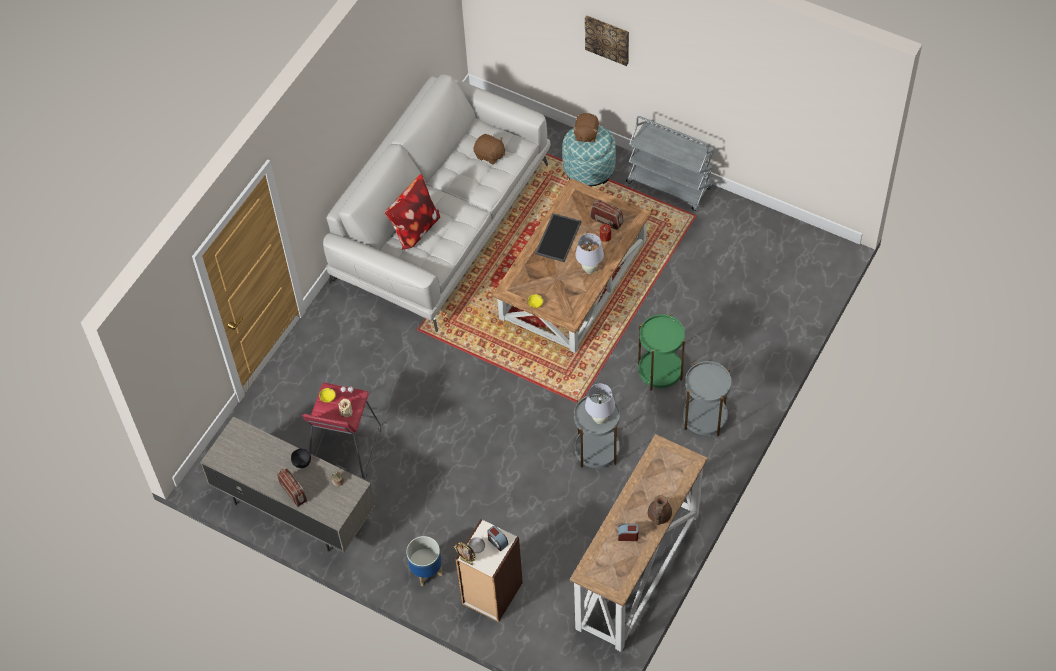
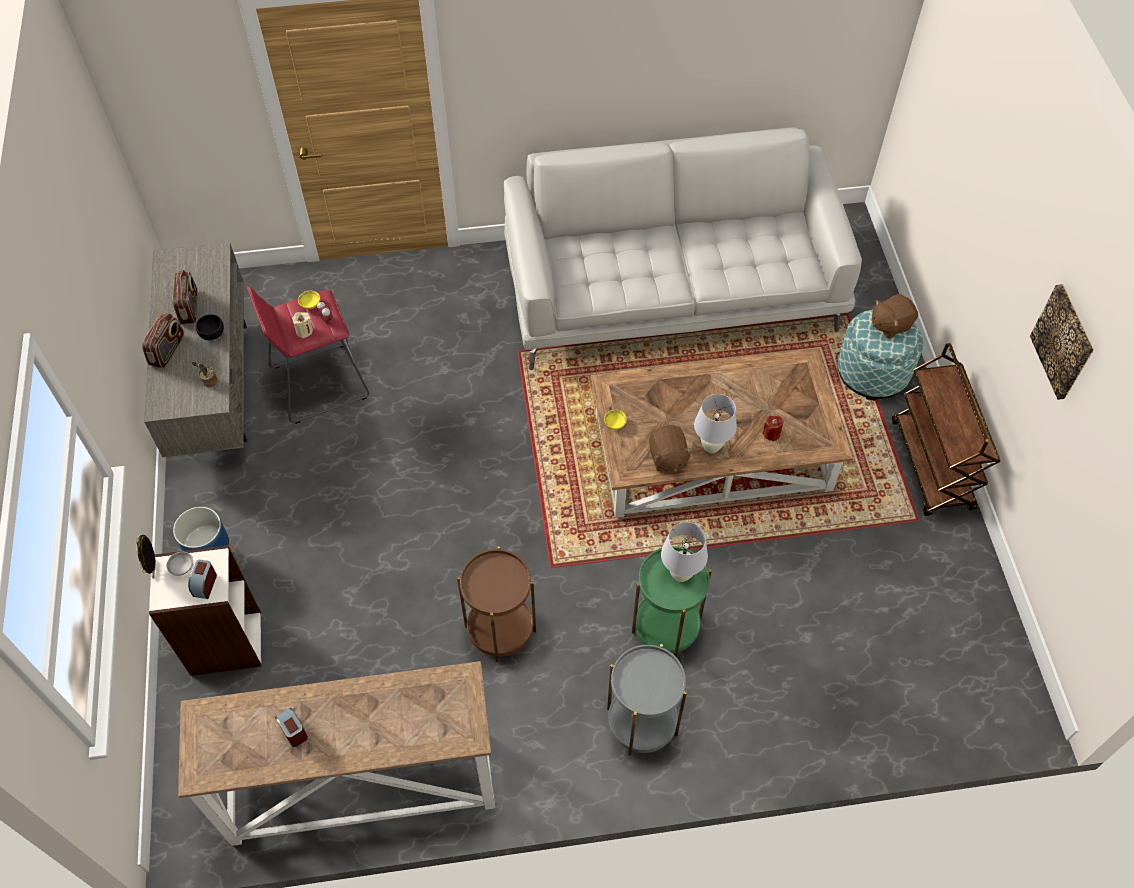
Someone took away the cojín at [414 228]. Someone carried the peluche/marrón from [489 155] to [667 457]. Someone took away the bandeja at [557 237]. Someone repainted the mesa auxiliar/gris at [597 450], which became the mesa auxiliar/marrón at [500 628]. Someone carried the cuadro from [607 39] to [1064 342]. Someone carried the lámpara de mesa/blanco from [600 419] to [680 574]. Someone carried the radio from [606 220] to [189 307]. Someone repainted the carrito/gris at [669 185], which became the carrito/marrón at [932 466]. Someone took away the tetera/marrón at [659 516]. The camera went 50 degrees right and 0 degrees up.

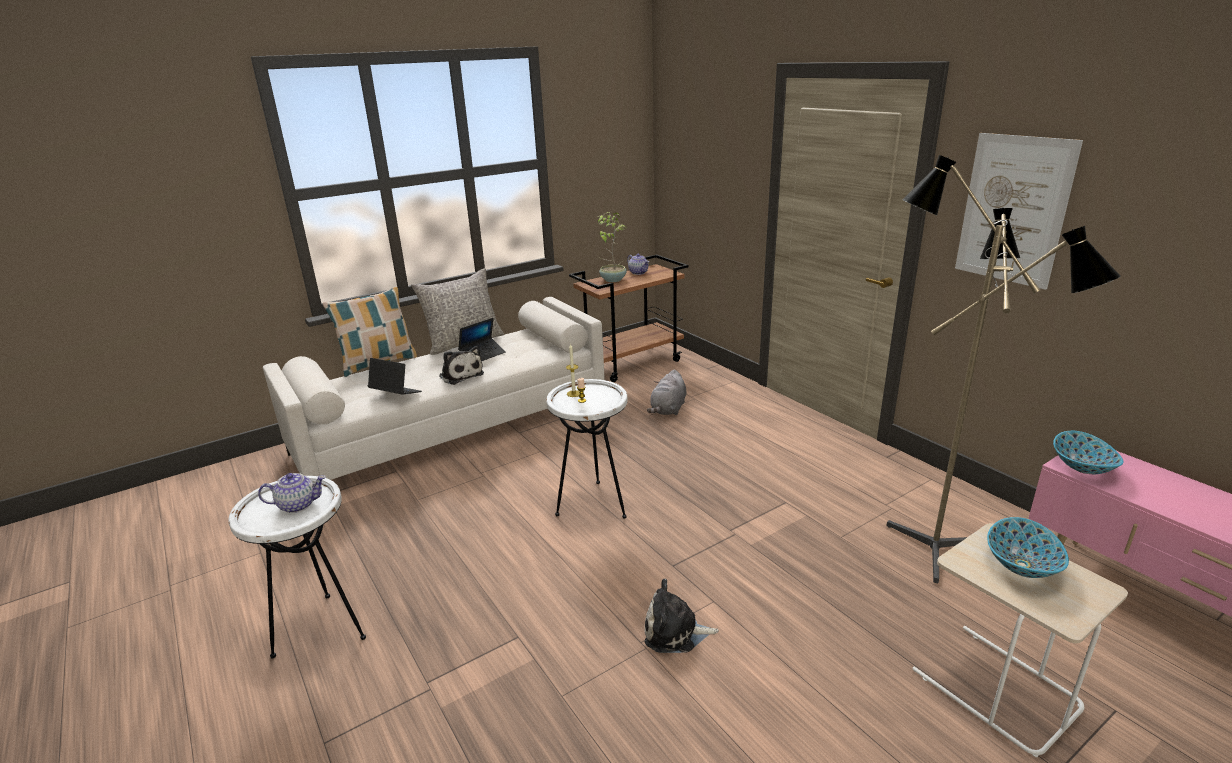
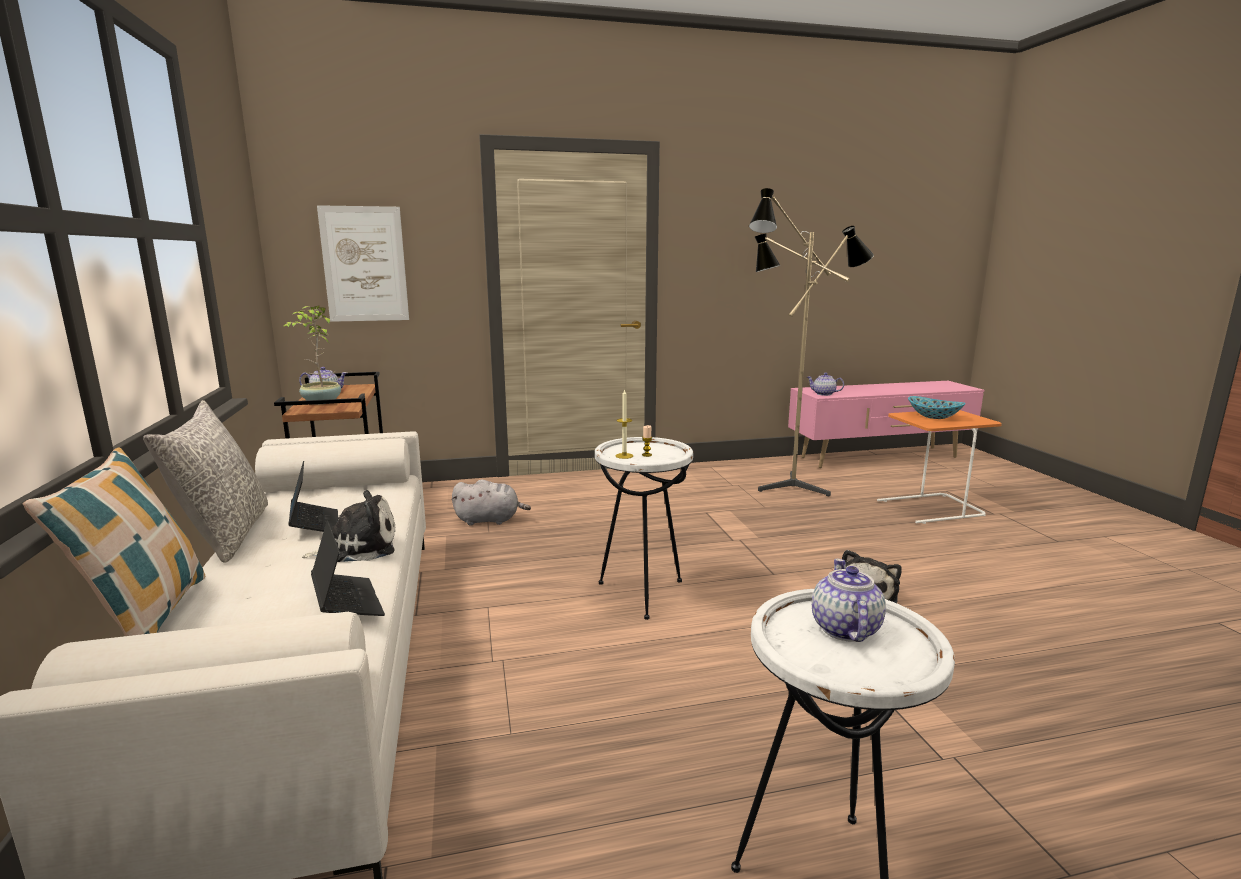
Someone rotated the portátil at [395 394] by 105 degrees clockwise. Someone rotated the peluche/gris at [668 409] by 45 degrees counterclockwise. Someone repainted the mesa auxiliar/beis at [994 687], which became the mesa auxiliar/naranja at [930 509]. Someone carried the cuadro from [1013 210] to [364 264]. Someone swapped the cuenco at [1082 467] for the tetera at [823 394]. The camera went 70 degrees left and 10 degrees down.

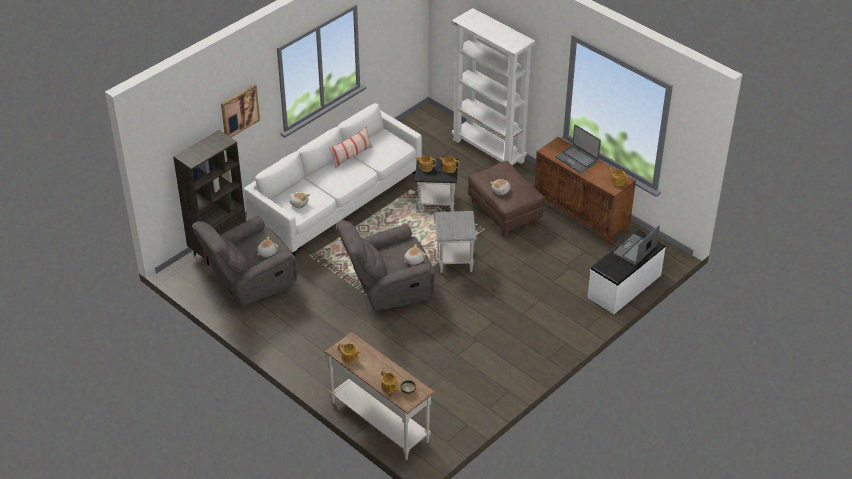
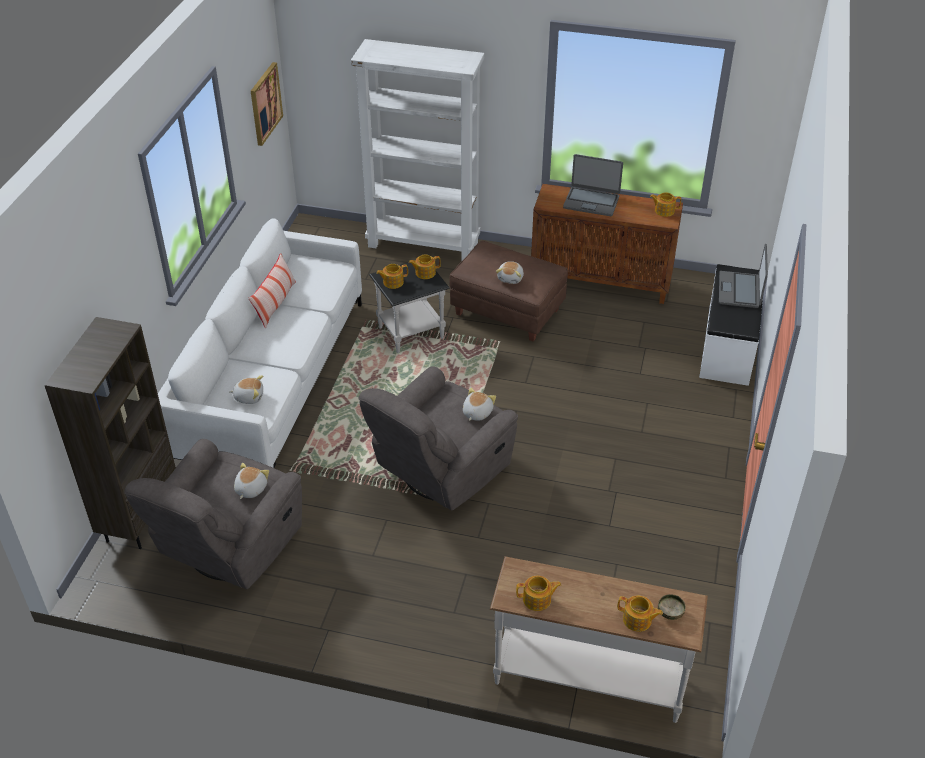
Someone carried the cuadro from [239 111] to [265 103]. Someone took away the mesa auxiliar/gris at [455 260]. The camera went 30 degrees left and 0 degrees up.

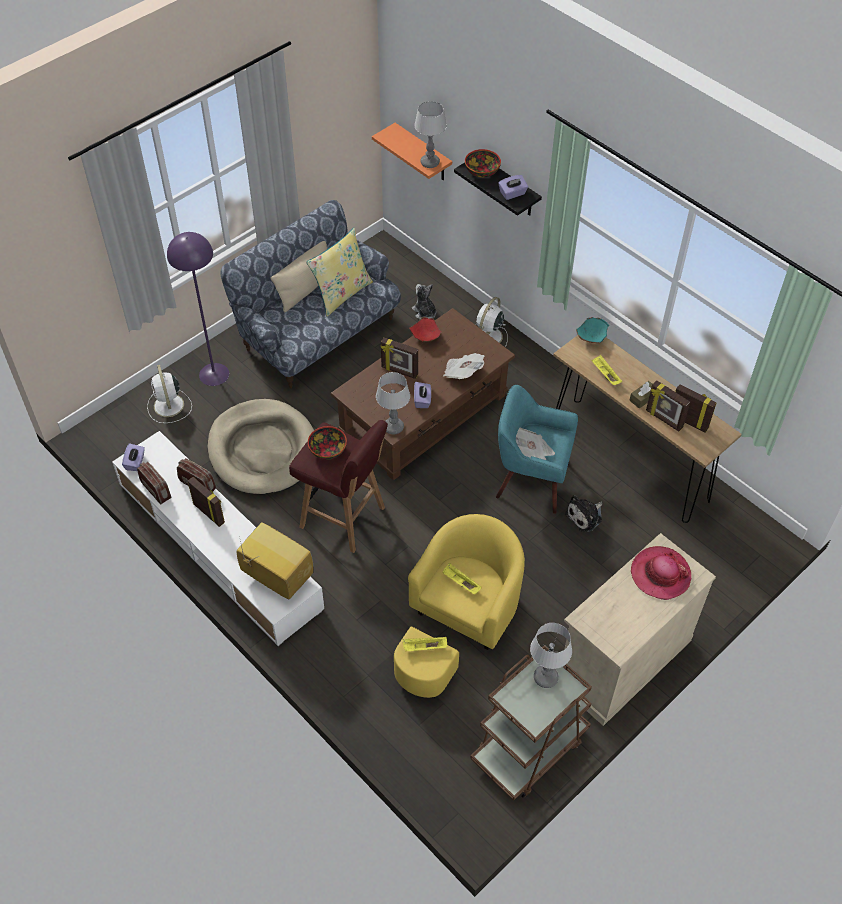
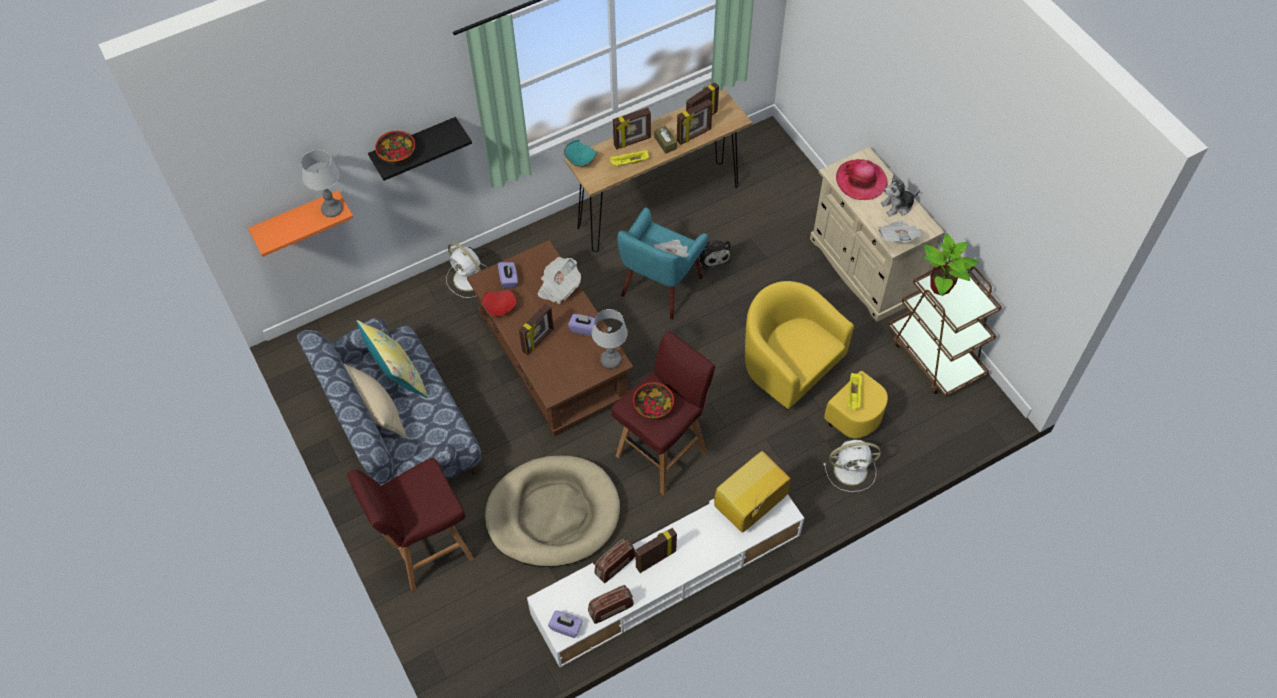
Someone carried the ventilador/blanco from [169 406] to [852 470]. Someone swapped the lámpara de pie/morado at [214 374] for the taburete/rojo at [426 548]. Someone carried the peluche from [424 312] to [897 206]. Someone took away the bandeja/amarillo at [460 583]. Someone carried the caja de pañuelos/morado from [512 194] to [508 279]. Someone swapped the lámpara de mesa at [545 677] for the planta en maceta at [941 287]. Someone put down the portarretratos at [632 142]. Someone put down the periódico at [897 238]. The camera went 75 degrees left and 5 degrees up.

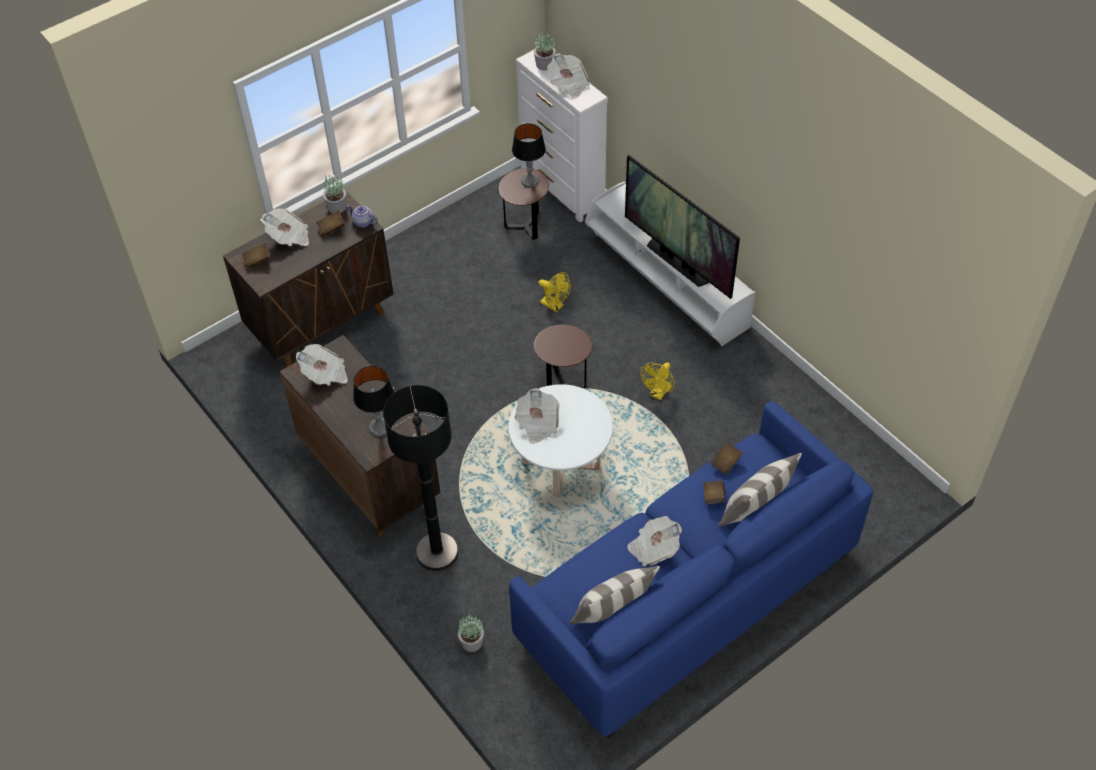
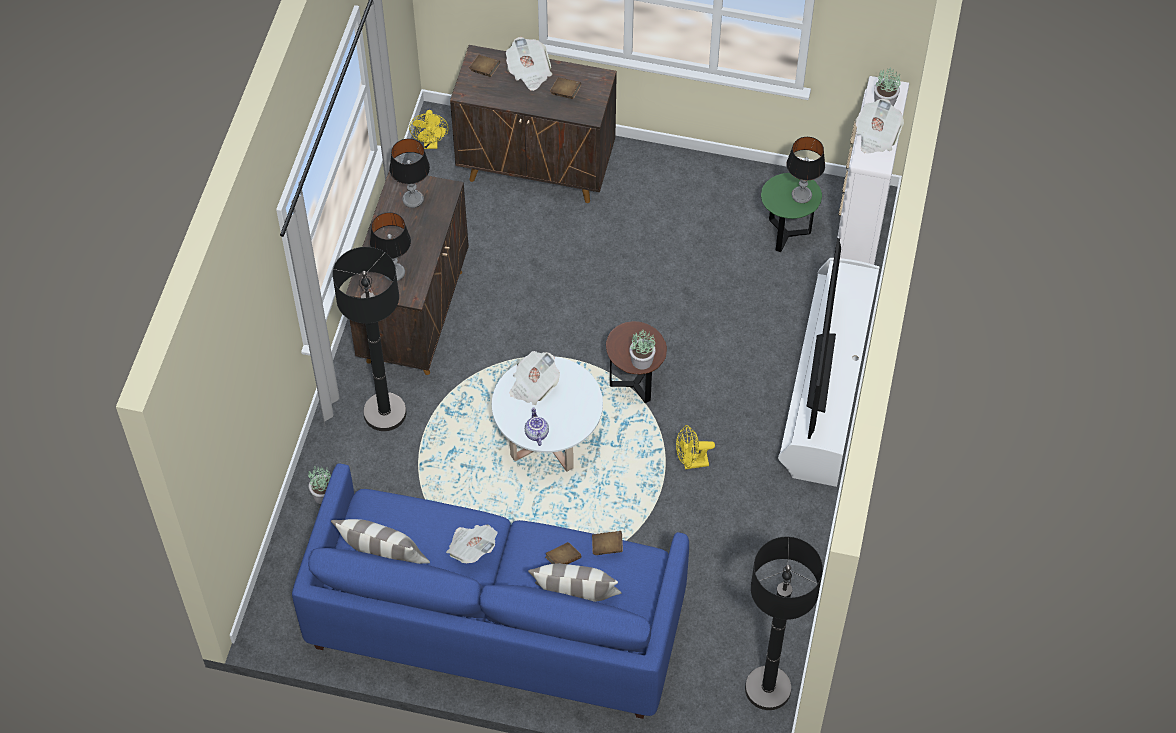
Someone swapped the periódico at [325 374] for the lámpara de mesa at [413 199]. Someone carried the planta en maceta from [336 207] to [641 361]. Someone carried the tetera from [363 222] to [536 433]. Someone repainted the mesa auxiliar/marrón at [525 227], which became the mesa auxiliar/verde at [786 234]. Someone carried the ventilador/amarillo from [555 306] to [431 143]. Someone put down the lámpara de pie/negro at [768 689]. The camera went 50 degrees right and 5 degrees up.

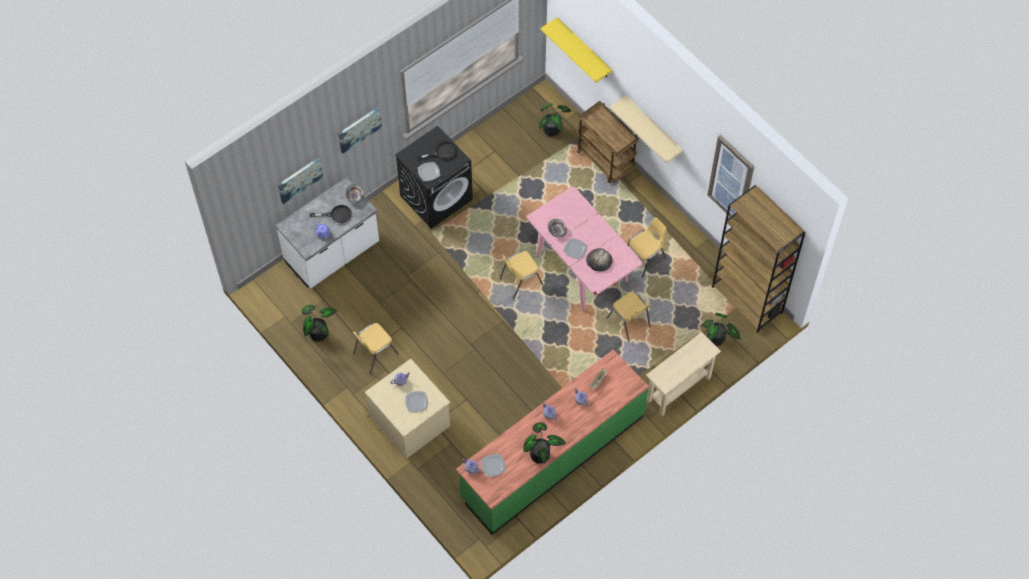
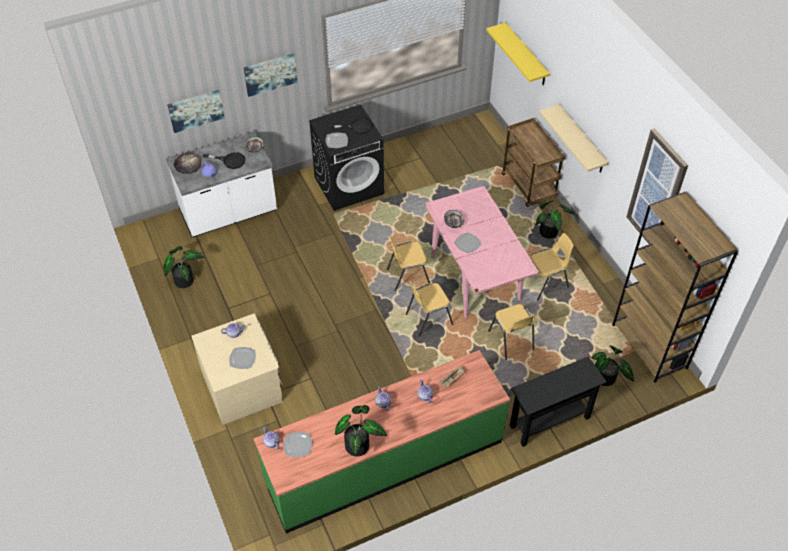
Someone carried the silla/amarillo from [375 353] to [428 319]. Someone carried the planta en maceta from [553 129] to [550 232]. Someone carried the pan from [599 261] to [187 165]. Someone repainted the mesa consola/beis at [678 389], which became the mesa consola/negro at [549 421]. The camera went 15 degrees right and 10 degrees down.

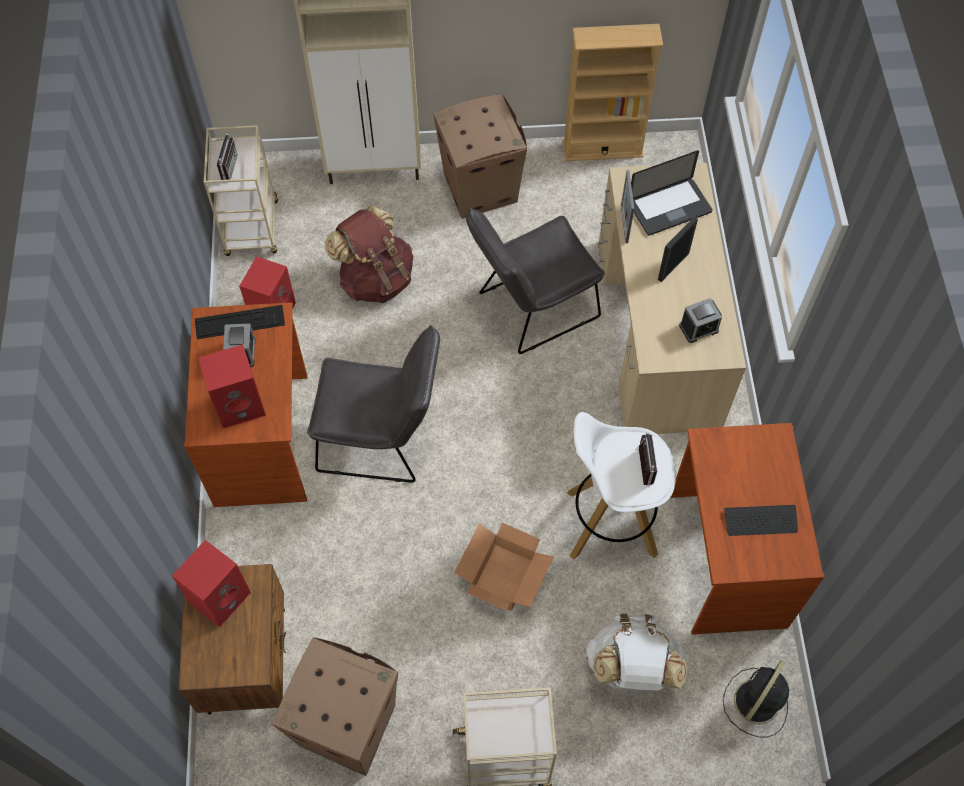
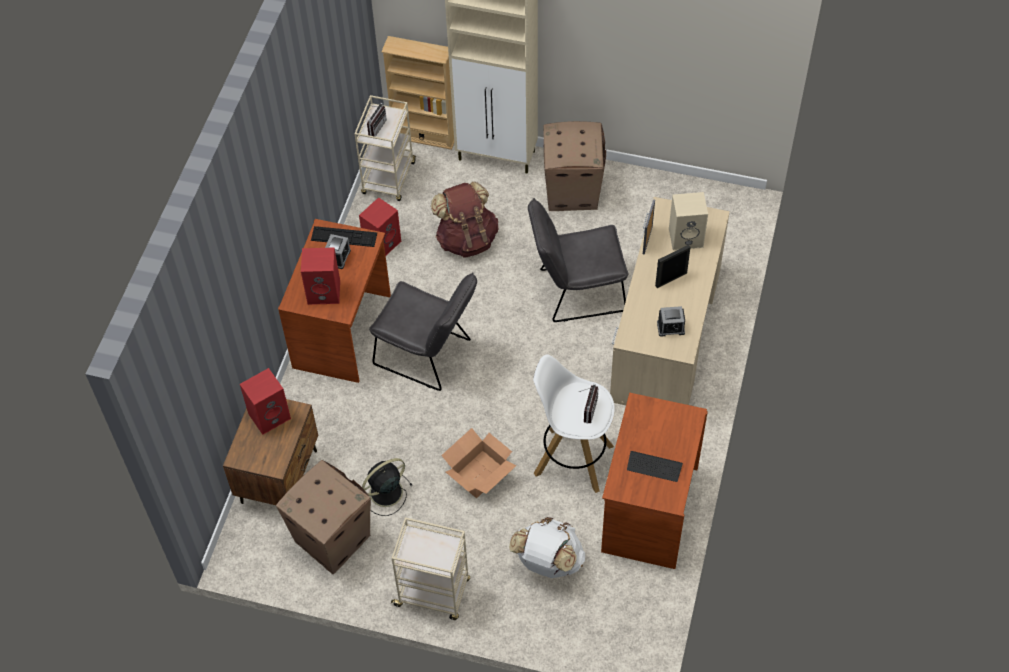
Someone carried the estantería/beis from [602 149] to [424 136]. Someone swapped the portátil at [669 208] for the altavoz/beis at [686 237]. Someone carried the ventilador/negro from [755 703] to [384 493]. The camera went 20 degrees right and 5 degrees down.

